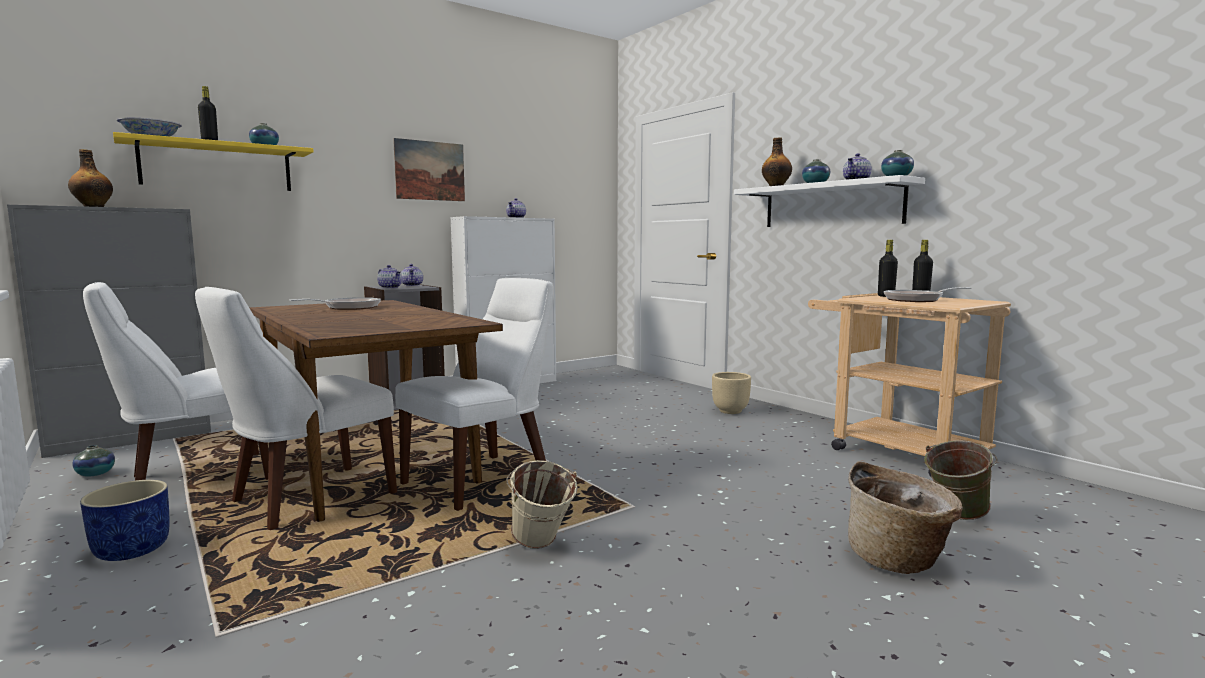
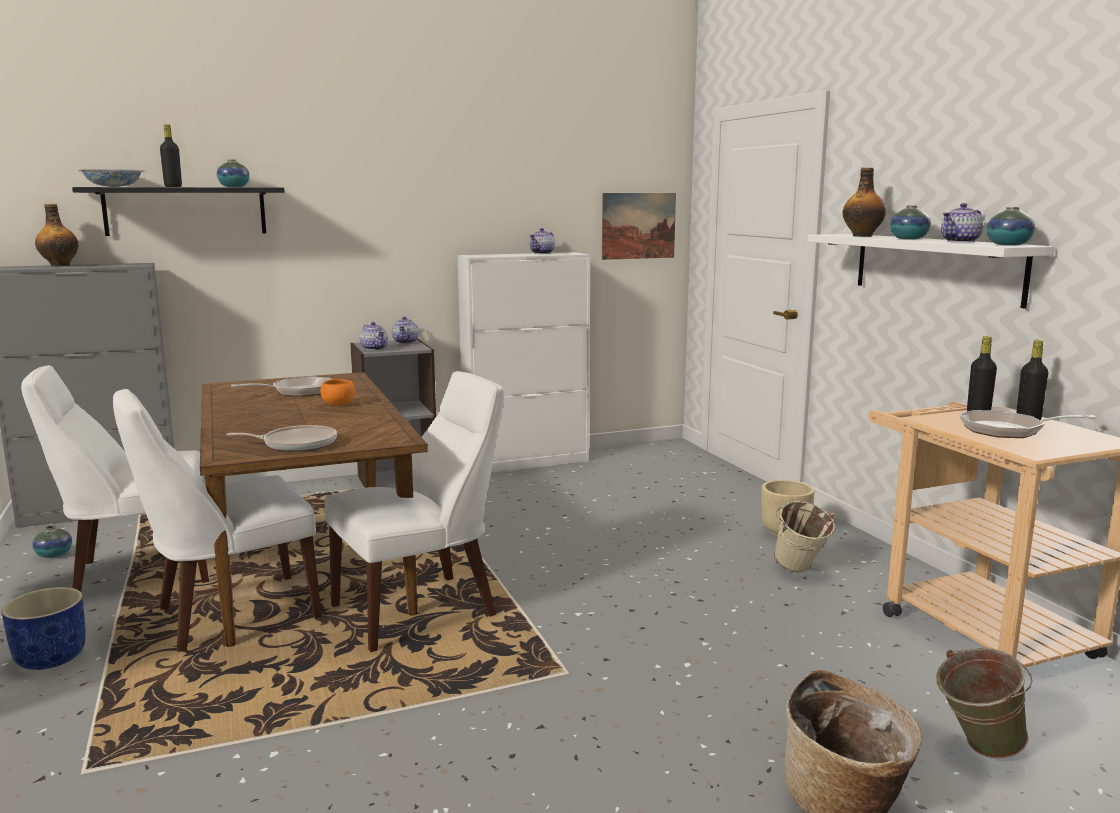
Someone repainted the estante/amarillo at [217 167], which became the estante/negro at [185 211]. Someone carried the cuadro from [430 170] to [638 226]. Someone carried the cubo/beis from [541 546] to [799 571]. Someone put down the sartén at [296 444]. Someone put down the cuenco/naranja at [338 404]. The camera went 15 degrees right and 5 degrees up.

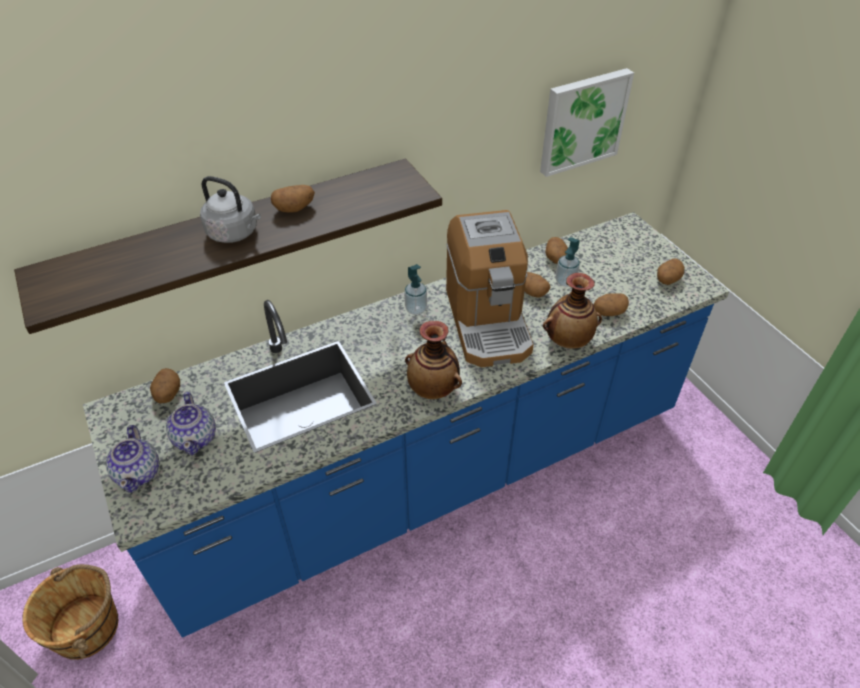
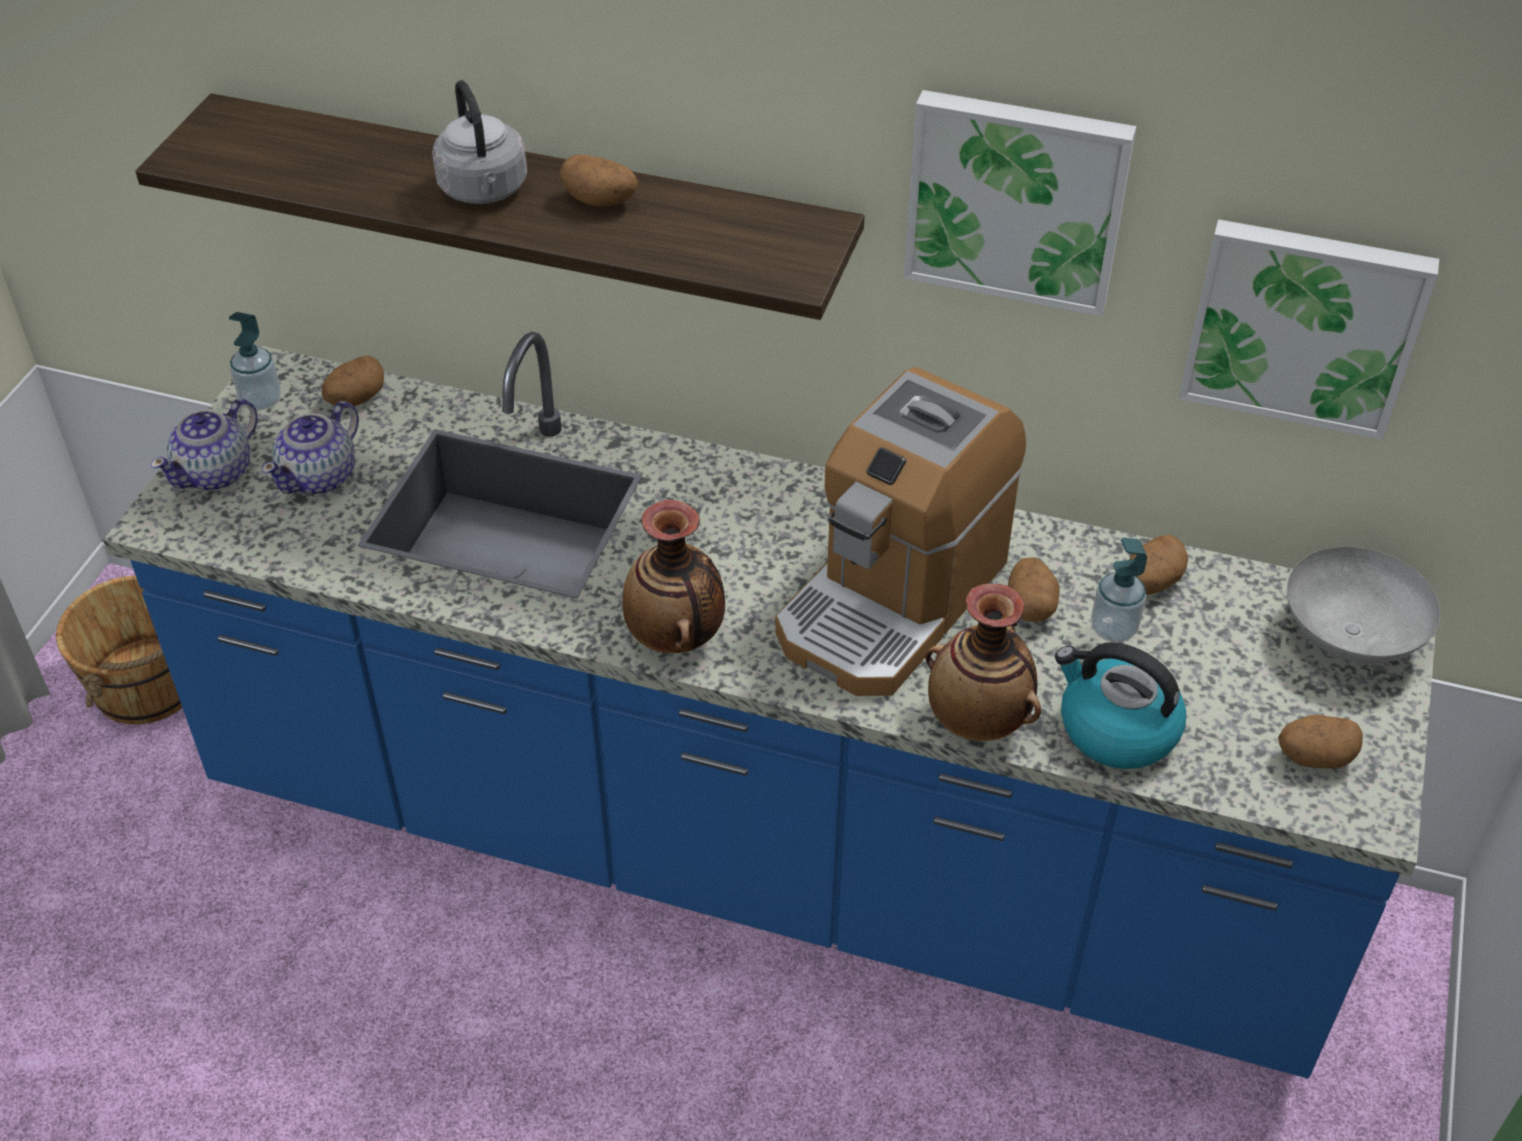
Someone carried the dispensador de jabón from [416 309] to [261 400]. Someone swapped the patata at [608 312] for the hervidor at [1115 729]. Someone put up the cuadro at [1017 198]. Someone put down the cuenco/gris at [1349 635]. The camera went 45 degrees right and 0 degrees up.

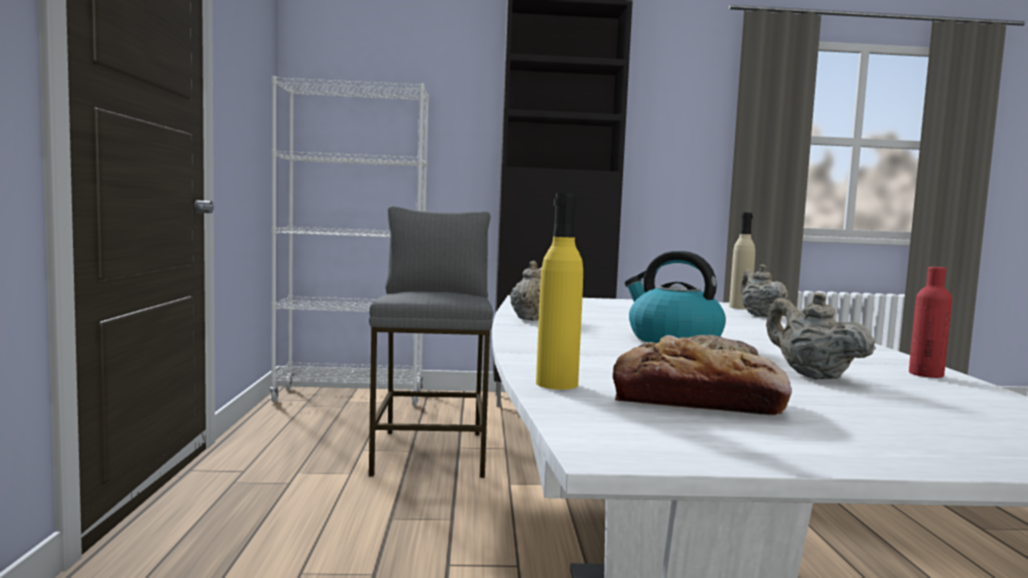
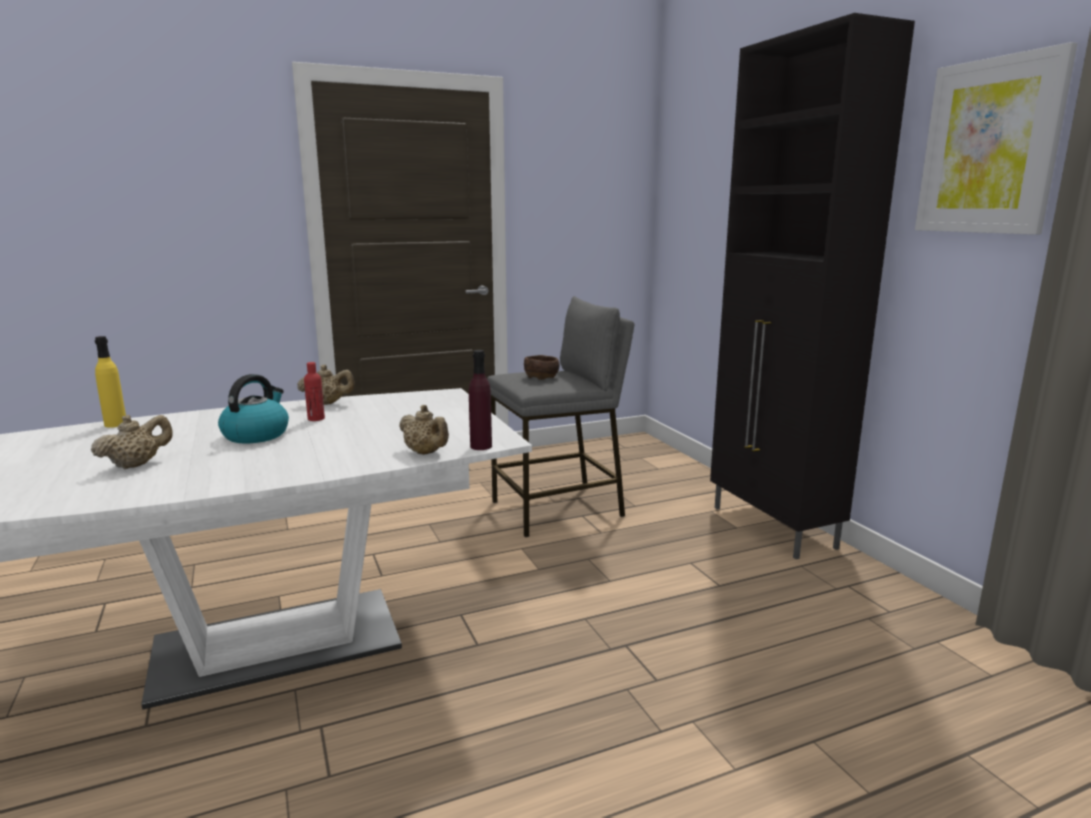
Someone took away the estantería/blanco at [350 397]. Someone took away the pan at [696 401]. Someone repainted the botella/beis at [740 307], which became the botella/morado at [481 446]. Someone rotated the tetera/beis at [759 315] by 75 degrees clockwise. Someone carried the botella/rojo from [926 374] to [316 419]. Someone put down the cuenco/marrón at [541 376]. Someone put up the cuadro at [989 147]. The camera went 70 degrees right and 10 degrees up.

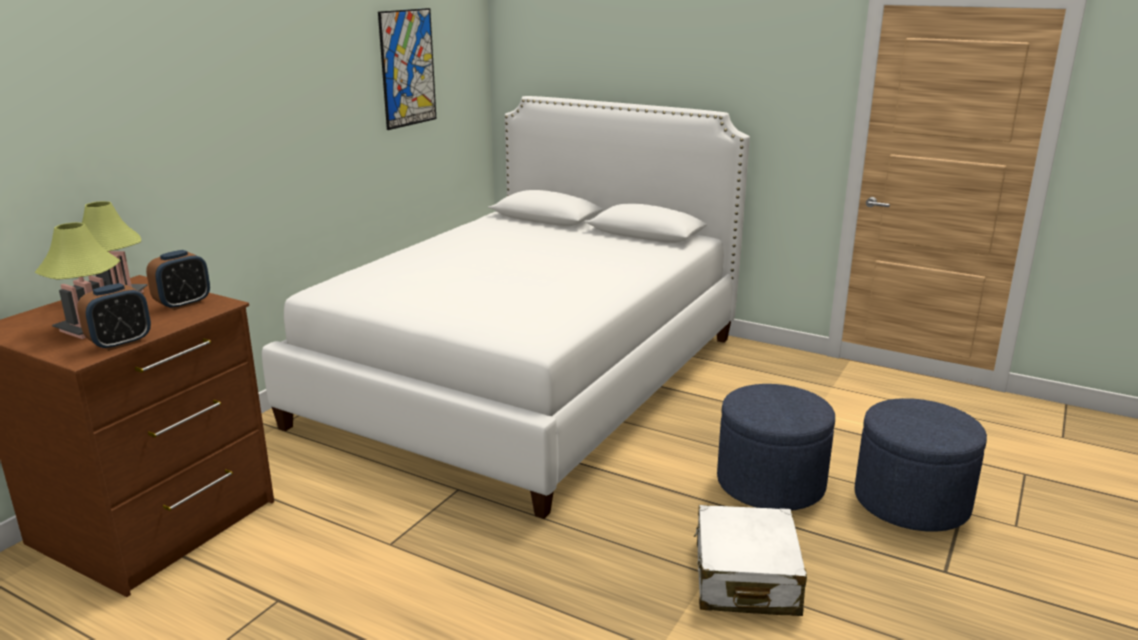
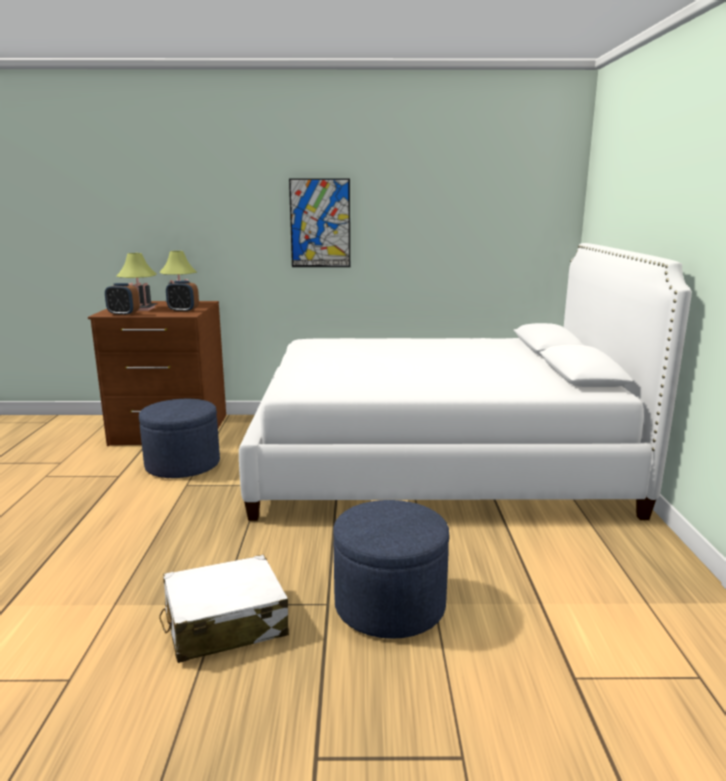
Someone carried the cuadro from [407 68] to [320 223]. Someone carried the puf/azul from [911 502] to [183 465]. The camera went 60 degrees right and 5 degrees down.

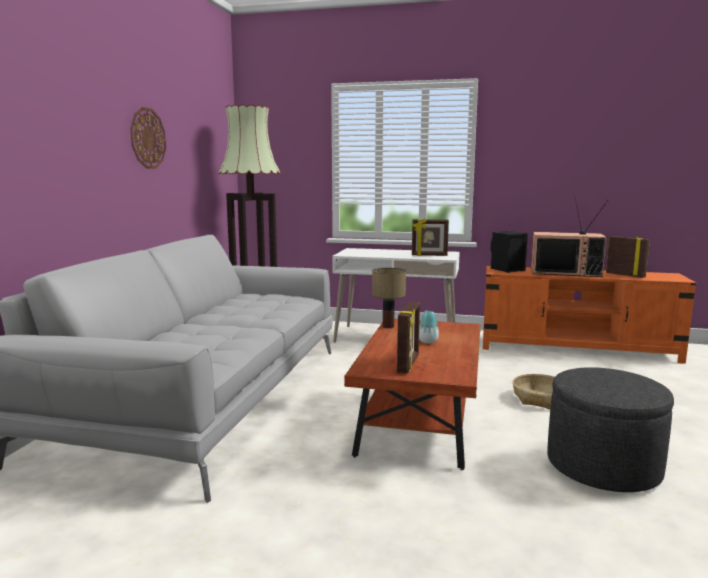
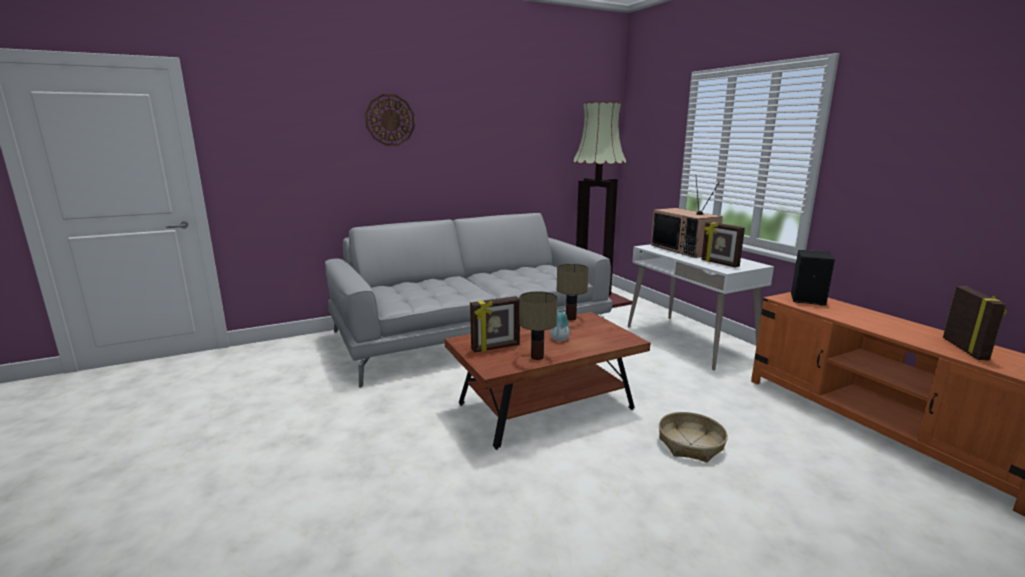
Someone carried the reloj de pared from [148 138] to [390 120]. Someone carried the televisor from [566 272] to [685 249]. Someone took away the puf/gris at [603 466]. Someone put down the lámpara de mesa at [536 357]. The camera went 50 degrees right and 5 degrees up.

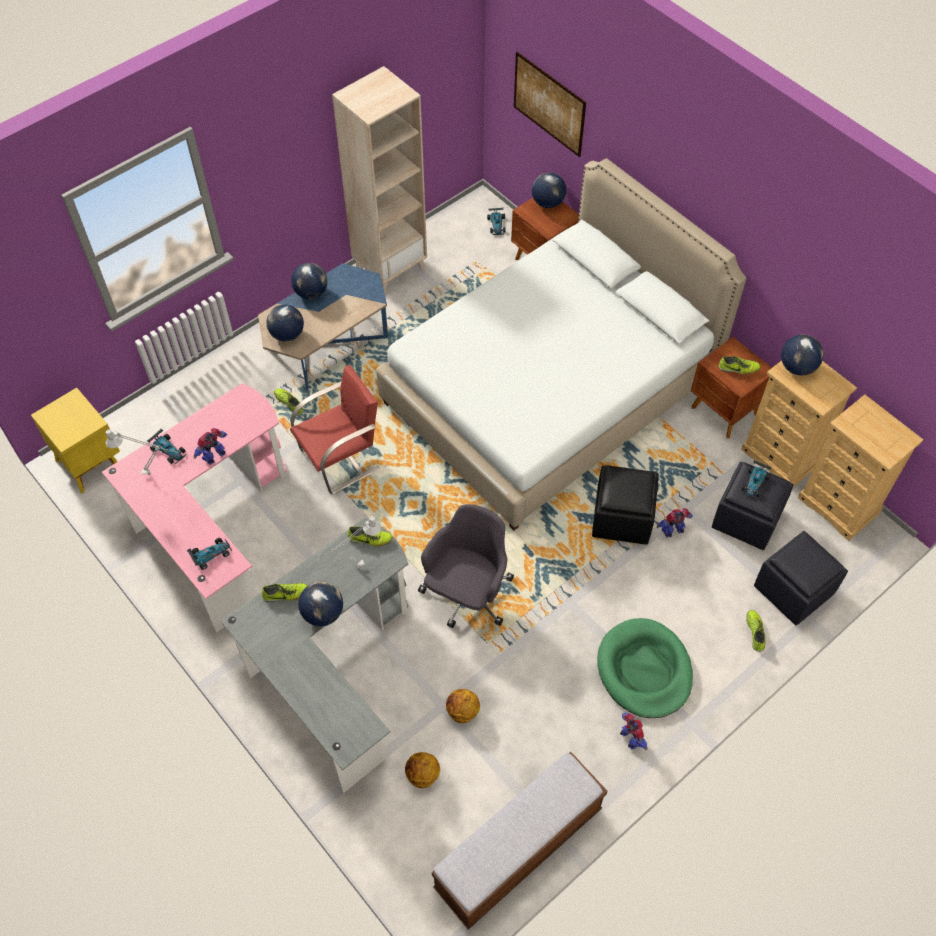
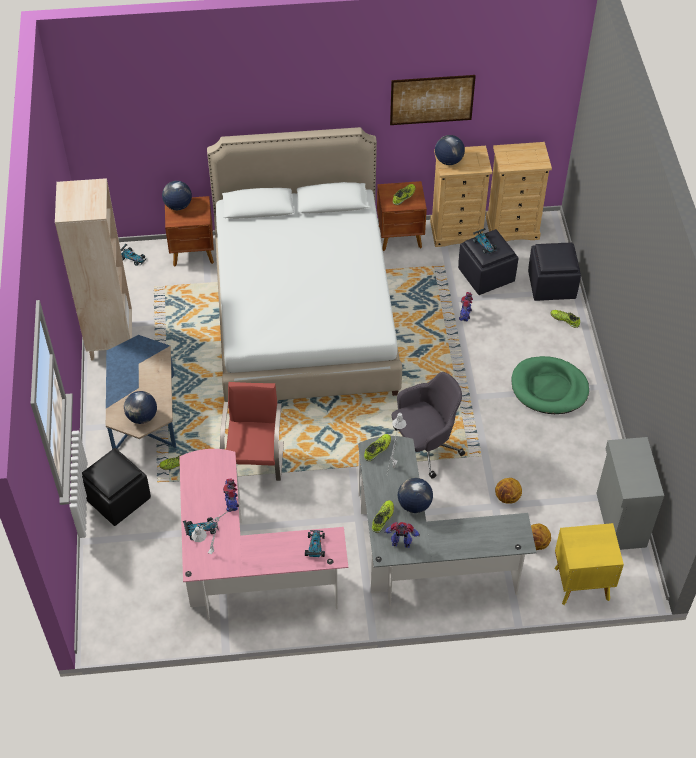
Someone carried the mesita de noche/amarillo from [89 463] to [580 583]. Someone took away the globo terráqueo at [311 292]. Someone rotated the silla de oficina/gris at [467 595] by 90 degrees clockwise. Someone swapped the banco at [518 849] for the armario/gris at [620 520]. Someone carried the cuadro from [549 104] to [432 99]. Someone carried the puf/negro from [622 518] to [118 498]. Someone carried the robot de juguete from [630 739] to [401 543]. The camera went 55 degrees left and 5 degrees down.

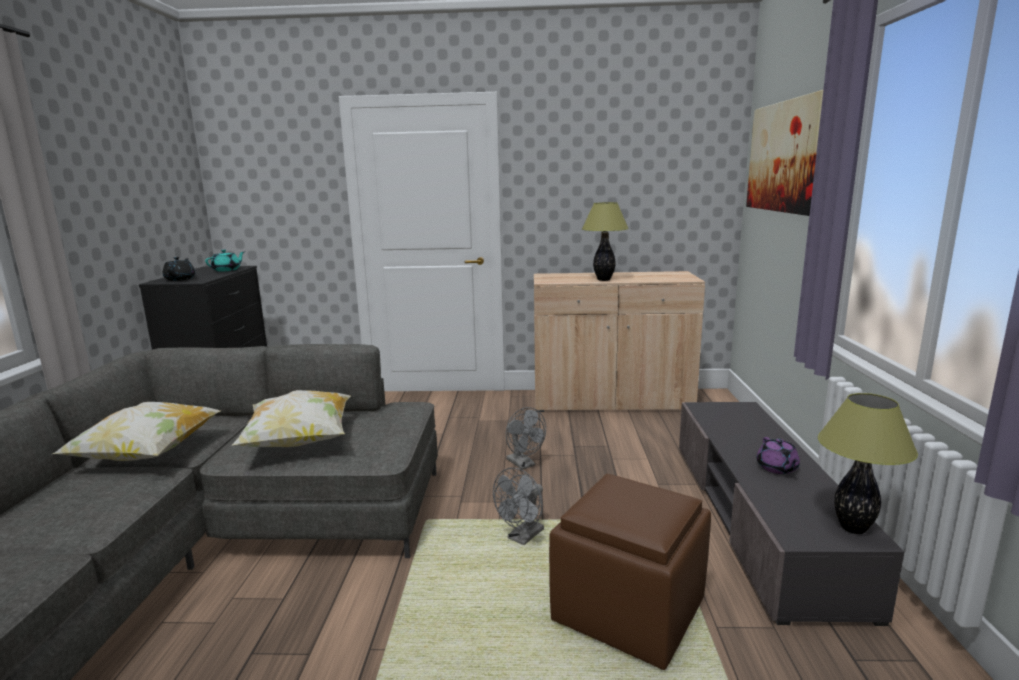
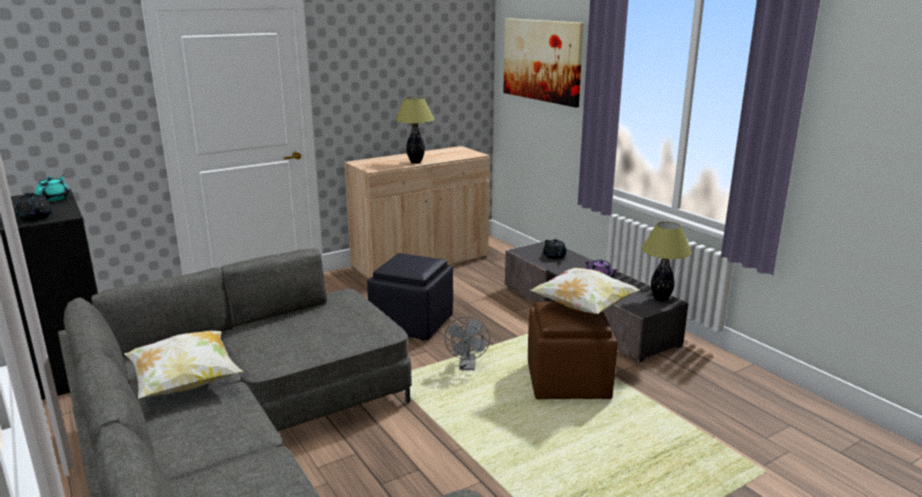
Someone carried the cojín from [299 442] to [583 308]. Someone swapped the ventilador/gris at [523 464] for the puf/negro at [412 323]. Someone put down the tetera/negro at [554 256]. The camera went 35 degrees left and 5 degrees up.

